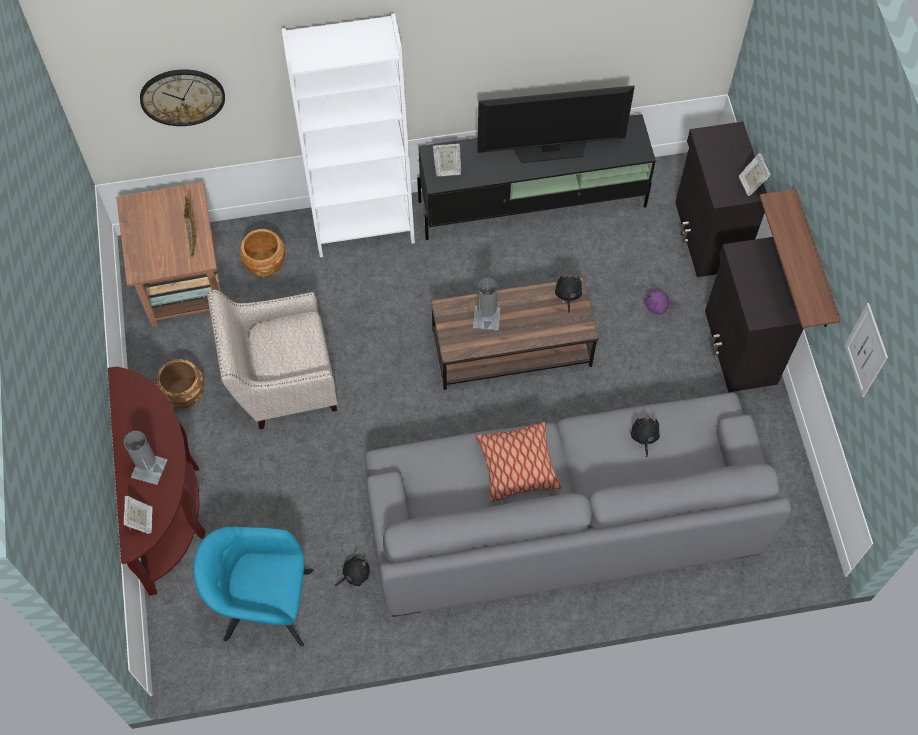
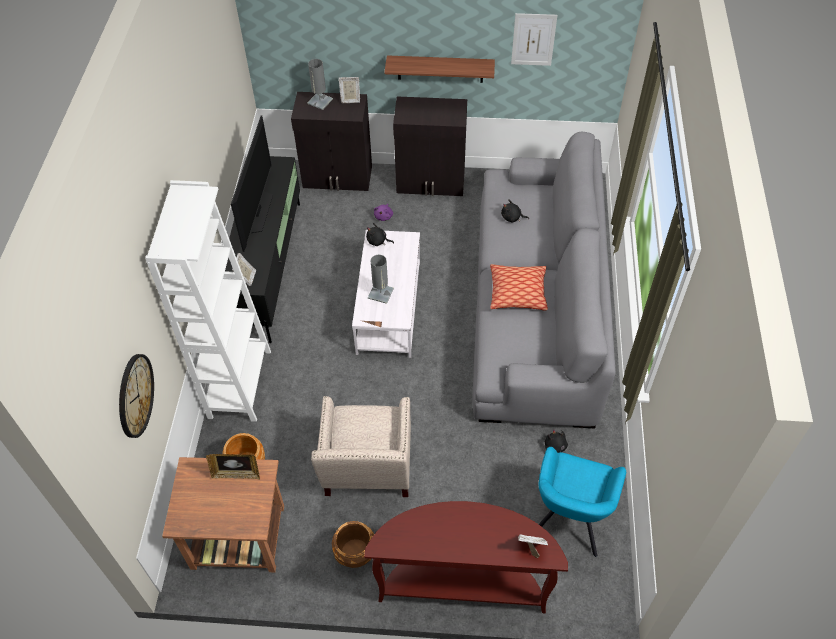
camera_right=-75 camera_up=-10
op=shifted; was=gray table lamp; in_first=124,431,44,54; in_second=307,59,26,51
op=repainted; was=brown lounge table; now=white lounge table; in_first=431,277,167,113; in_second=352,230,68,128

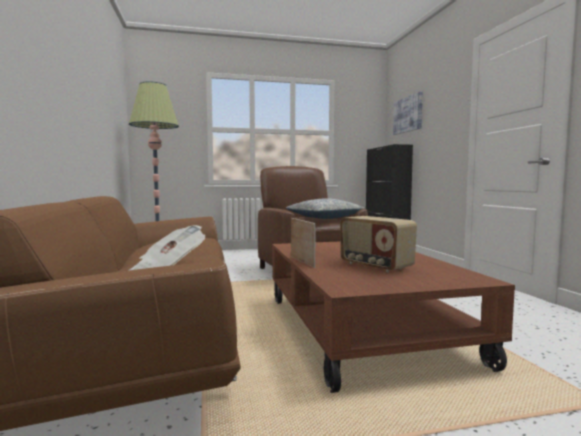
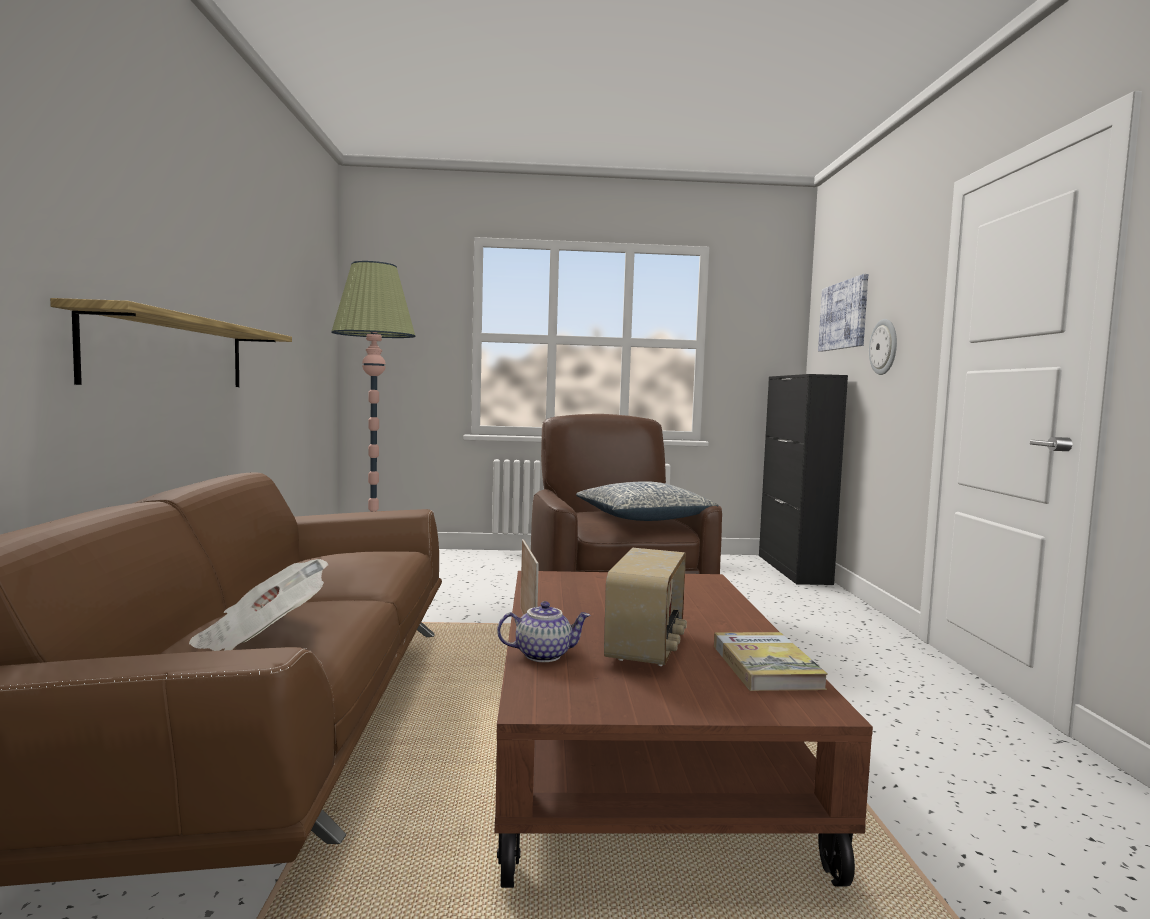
camera_right=10 camera_up=0
op=new; now=wall shelf; in_second=50,298,242,89
op=new; now=pot for tea; in_second=497,601,94,61
op=rotated; was=radio set; in_first=340,216,77,57; in_second=604,548,83,118; clockwise=-135
op=new; now=volume; in_second=714,632,114,59
op=new; now=wall clock; in_second=869,319,28,56

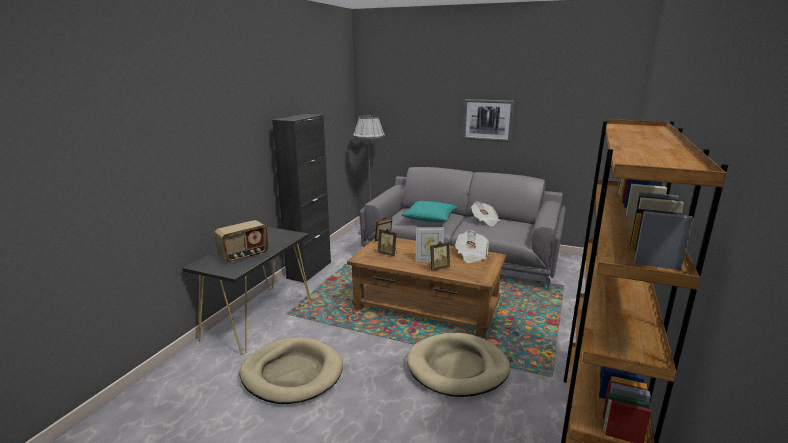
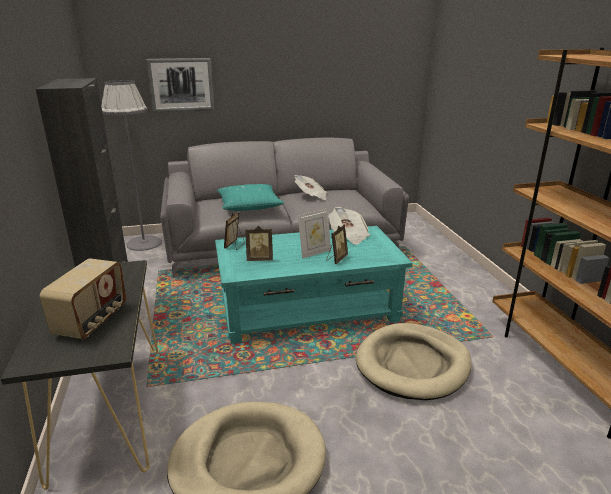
camera_right=-35 camera_up=5
op=shifted; was=wall art; in_first=463,99,51,43; in_second=146,58,68,54
op=repainted; was=brown lounge table; now=turquoise-coloured lounge table; in_first=347,238,159,99; in_second=215,226,198,118

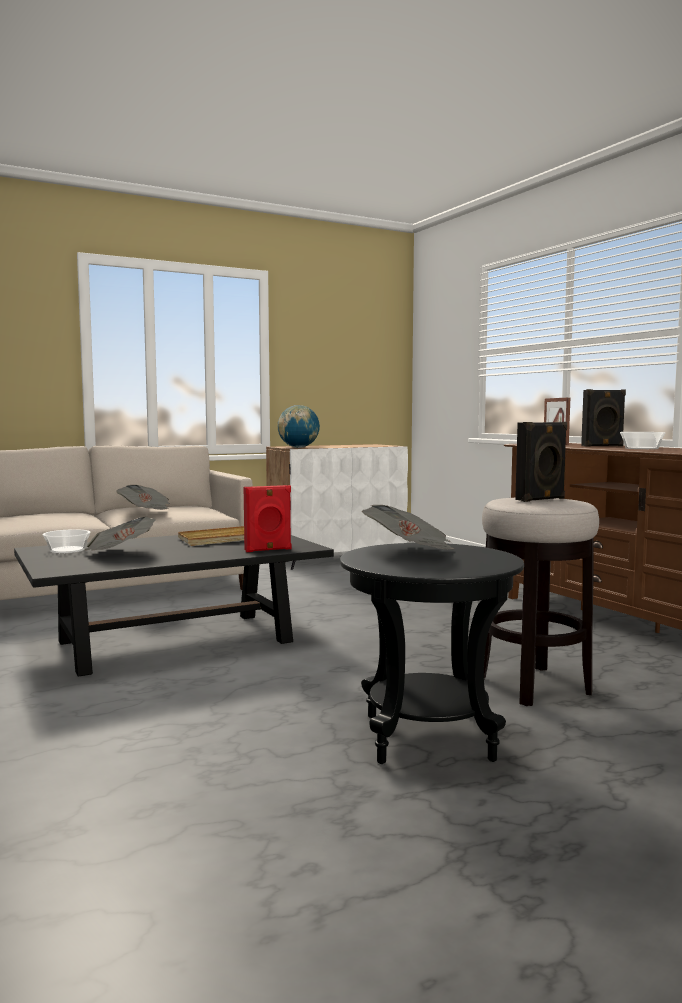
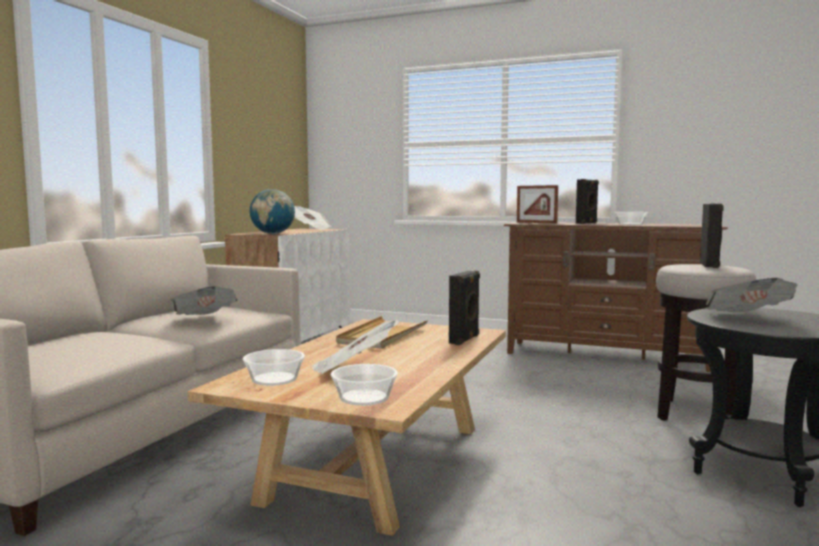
camera_right=-40 camera_up=0
op=repainted; was=black lounge table; now=beige-coloured lounge table; in_first=14,535,320,142; in_second=187,319,319,217
op=new; now=daily paper; in_second=294,206,38,24
op=new; now=deep dish; in_second=331,364,67,42
op=repainted; was=reddish speaker; now=black speaker; in_first=244,485,48,67; in_second=449,271,31,74

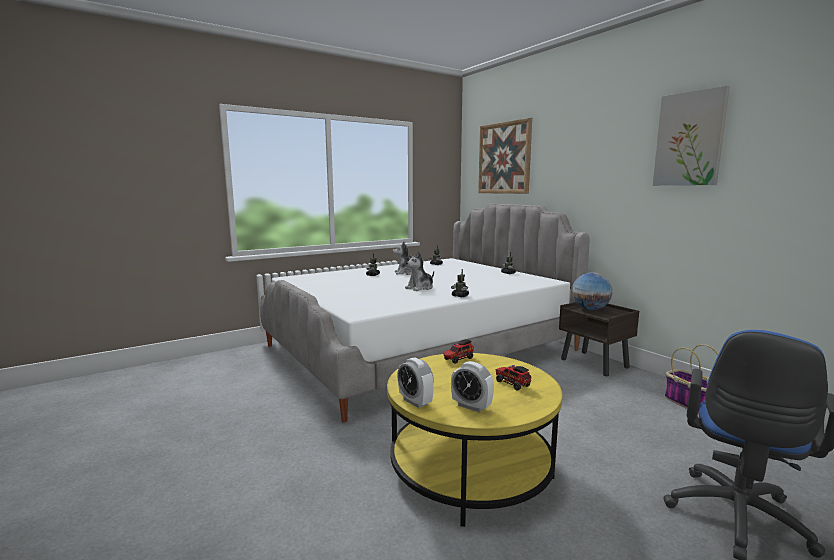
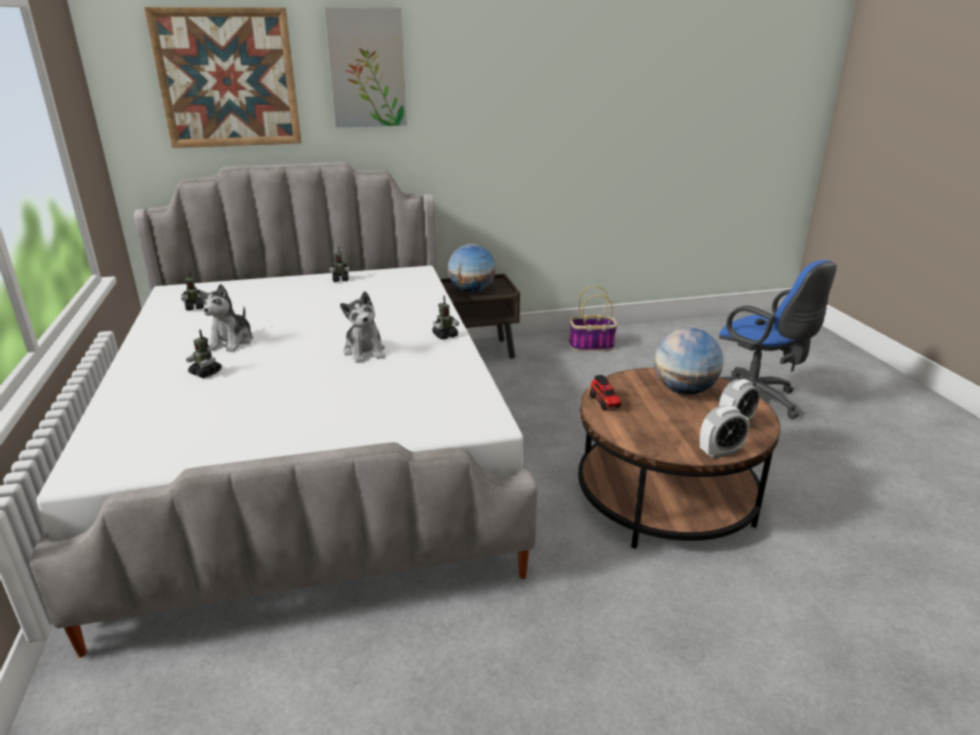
camera_right=-70 camera_up=15
op=shifted; was=wall art; in_first=653,86,77,100; in_second=324,7,83,121
op=repainted; was=yellow-coloured lounge table; now=brown lounge table; in_first=387,353,176,174; in_second=578,368,202,181
op=swapped; was=model truck; now=globe; in_first=496,365,35,26; in_second=654,328,69,67

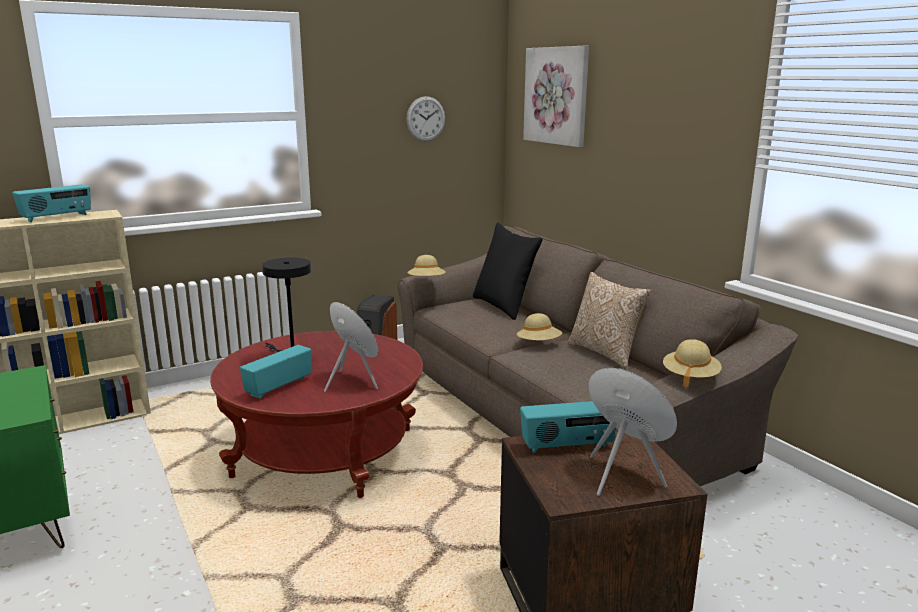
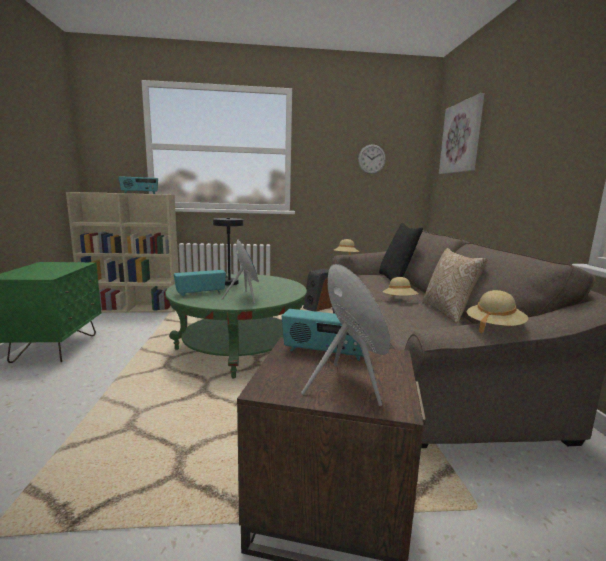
camera_right=25 camera_up=-5
op=repainted; was=reddish lounge table; now=greenish lounge table; in_first=210,331,213,167; in_second=165,274,142,104

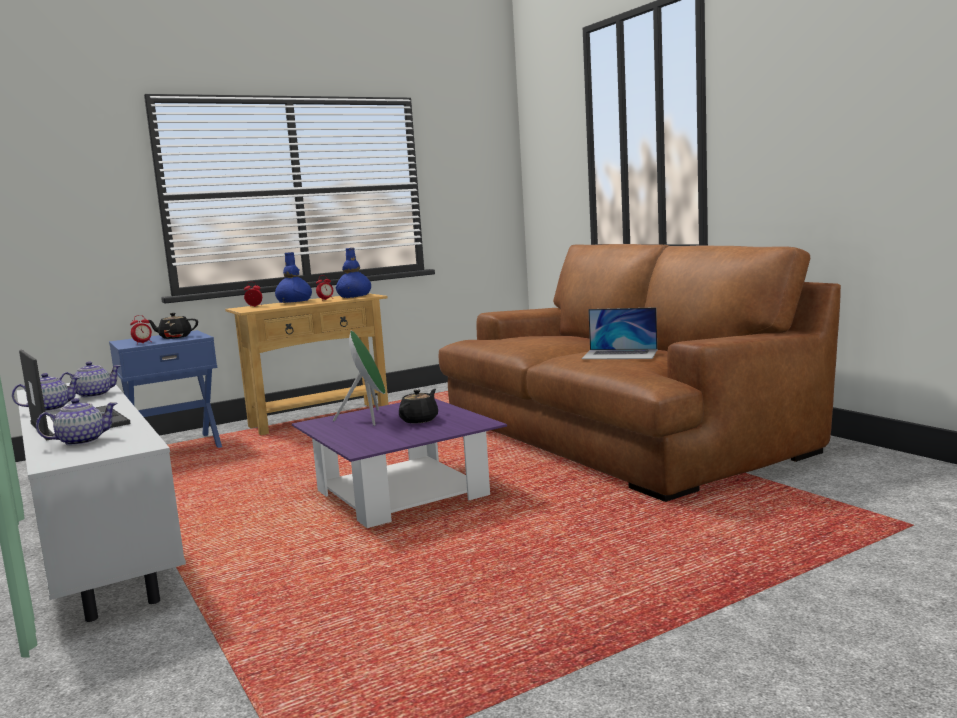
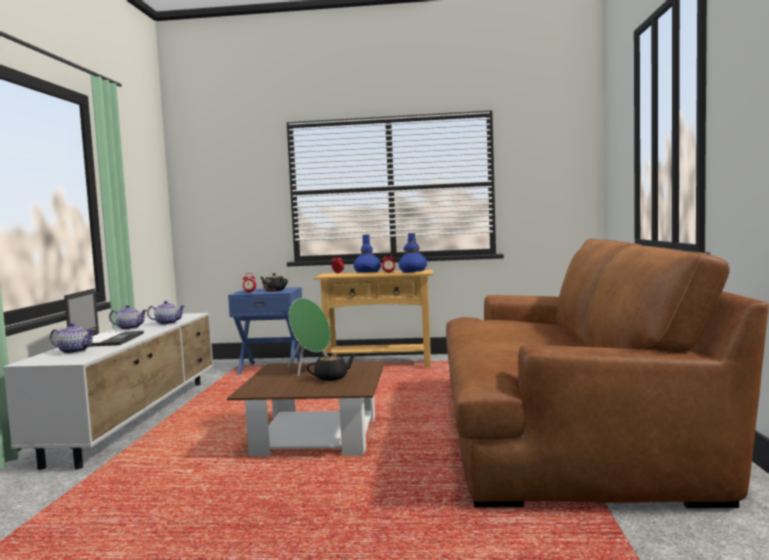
camera_right=35 camera_up=-5
op=repainted; was=purple-coloured lounge table; now=brown lounge table; in_first=292,398,215,130; in_second=227,361,158,95
op=gone; was=laptop; in_first=582,307,75,52

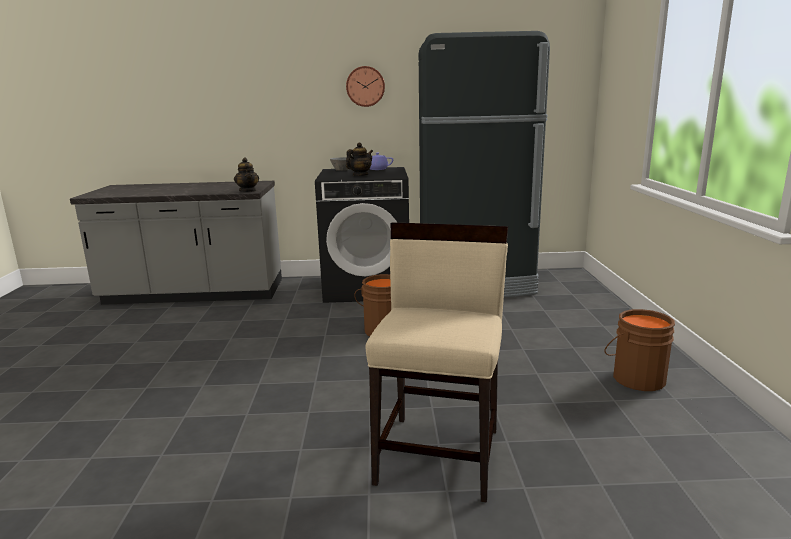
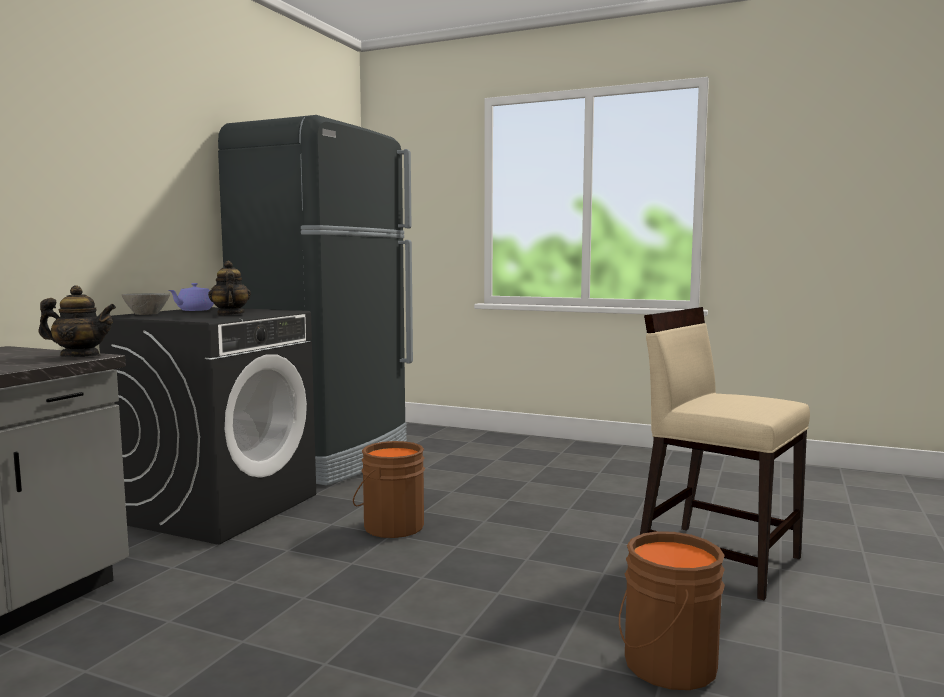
camera_right=-65 camera_up=-10
op=shifted; was=brown pail; in_first=604,309,71,82; in_second=619,531,106,159
op=gone; was=wall clock; in_first=346,66,39,41

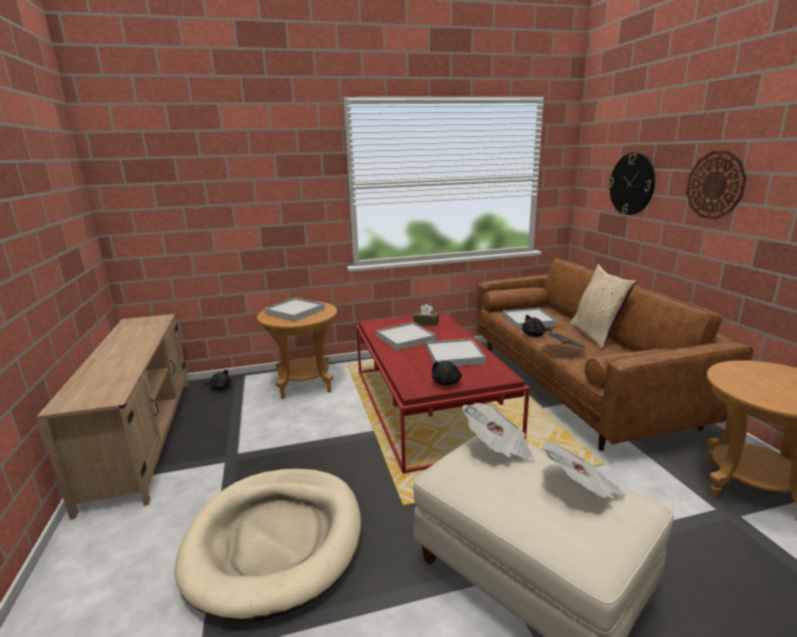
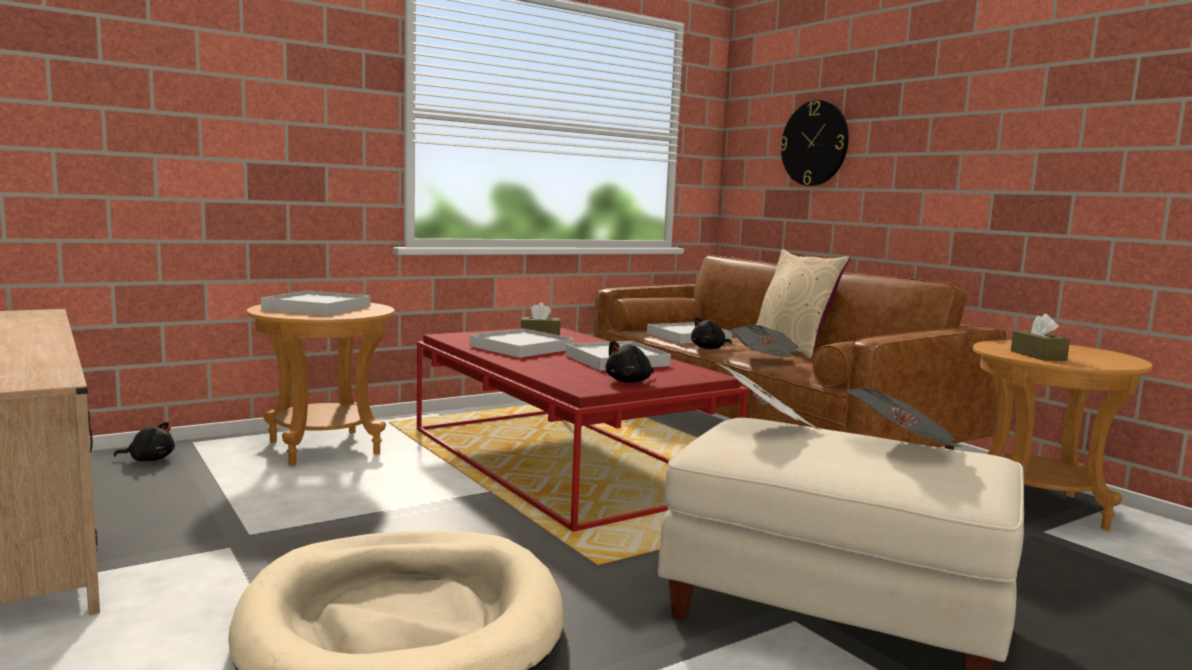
camera_right=-20 camera_up=-10
op=rotated; was=black soft toy; in_first=432,361,30,24; in_second=605,340,49,43; clockwise=45
op=new; now=brown tissue box; in_second=1011,314,59,47
op=gone; was=wall clock; in_first=686,151,61,68

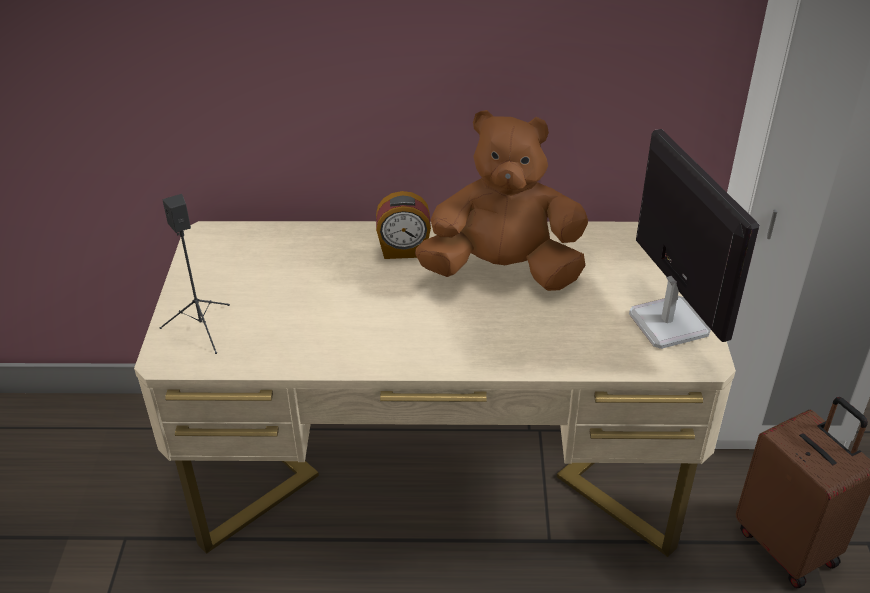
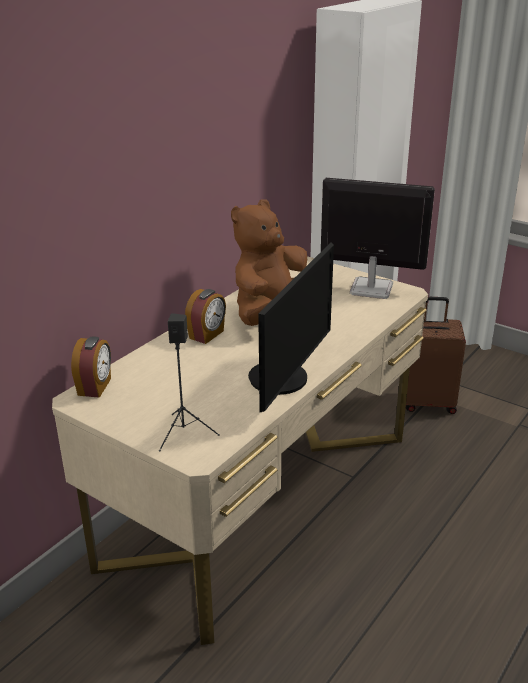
camera_right=-55 camera_up=-10
op=new; now=table clock; in_second=71,336,40,62
op=new; now=monitor; in_second=248,242,86,170

